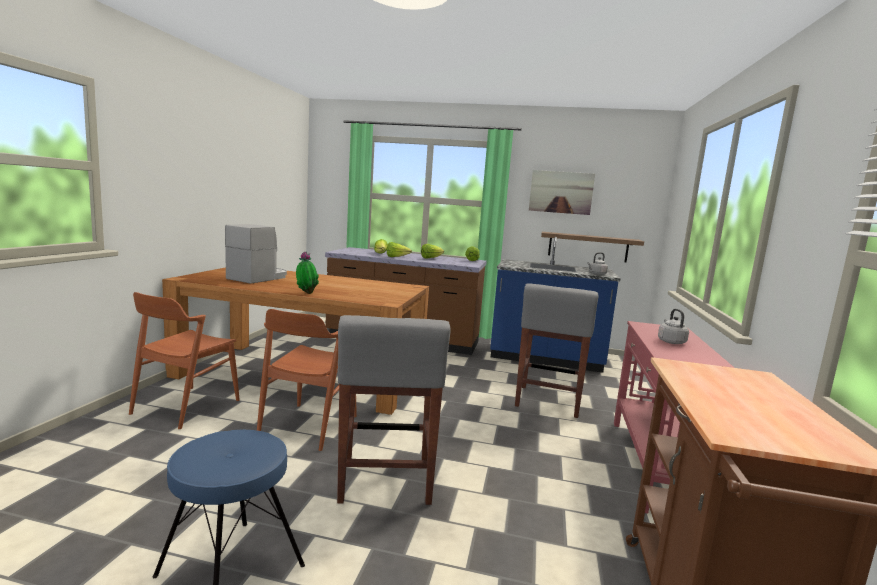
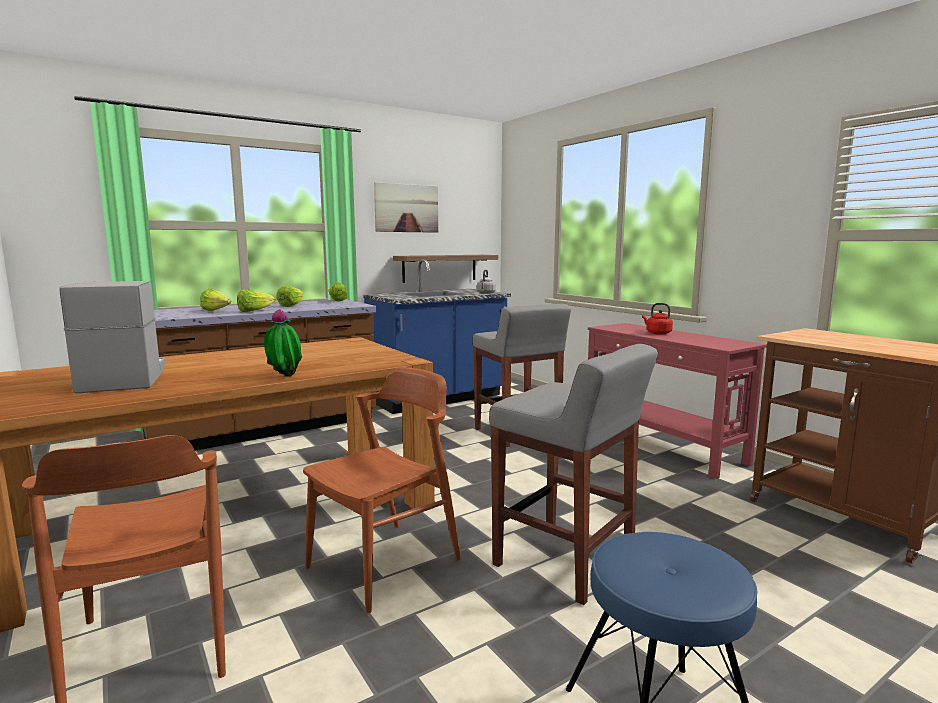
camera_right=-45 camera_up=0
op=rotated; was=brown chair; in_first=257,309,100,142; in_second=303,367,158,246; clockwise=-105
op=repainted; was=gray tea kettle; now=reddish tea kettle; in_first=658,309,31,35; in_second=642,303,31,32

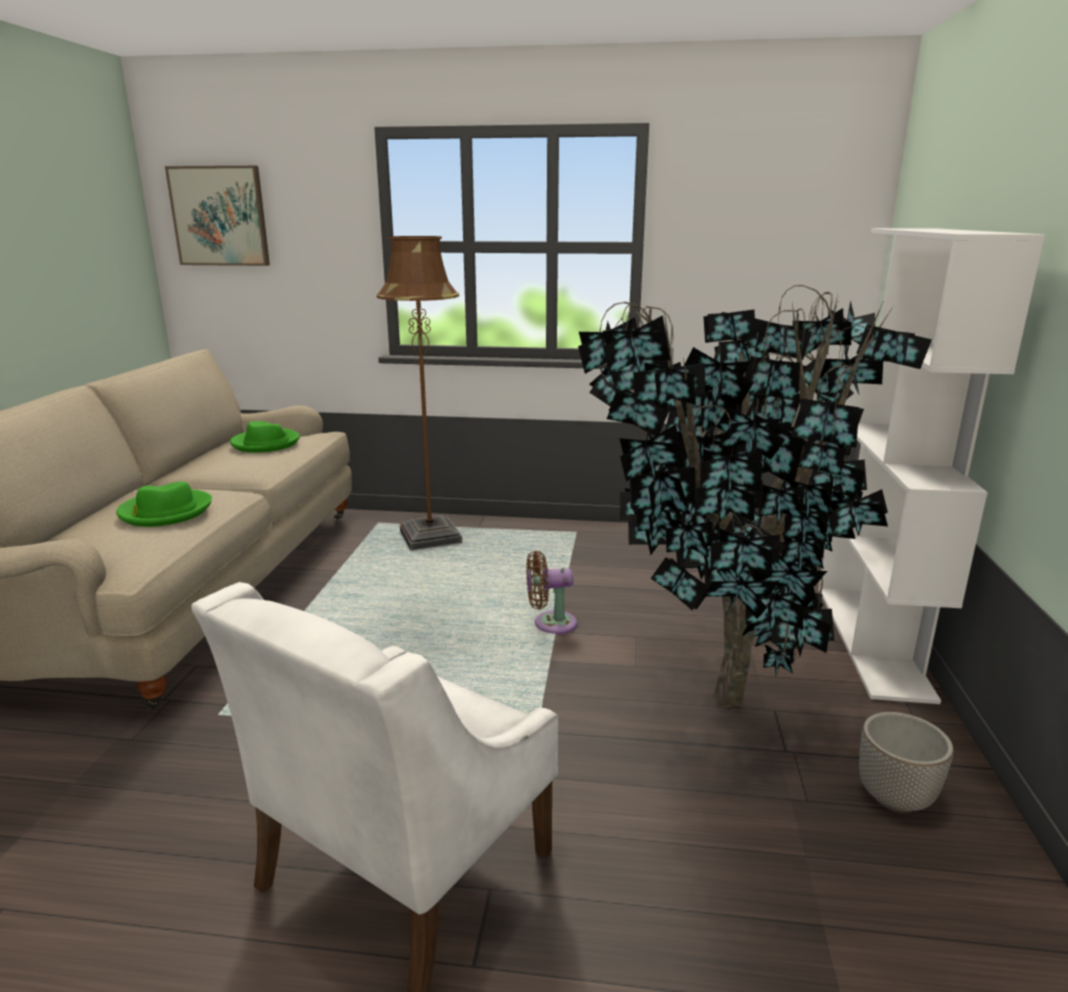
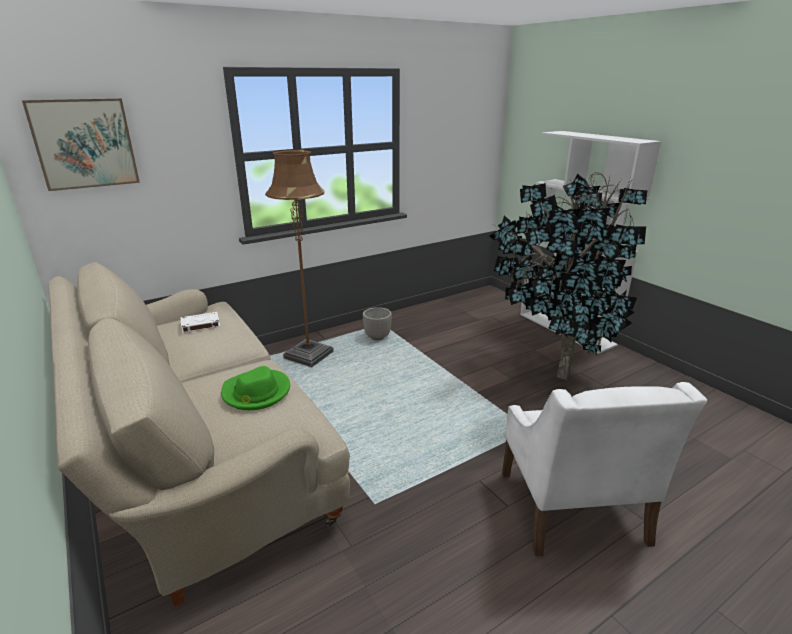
camera_right=-40 camera_up=5
op=swapped; was=greenish clothing hat; now=white volume; in_first=230,421,70,32; in_second=181,312,39,21
op=shifted; was=flower pot; in_first=859,712,94,101; in_second=363,307,29,33
op=gone; was=brown fan; in_first=526,551,51,84

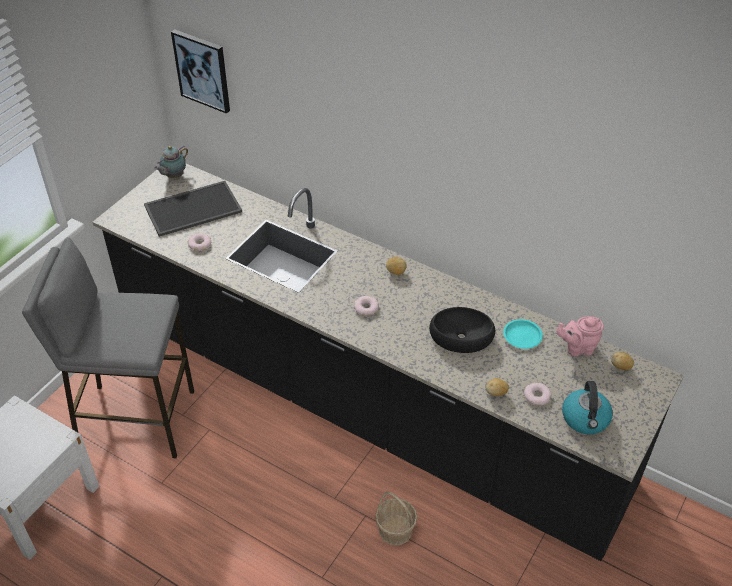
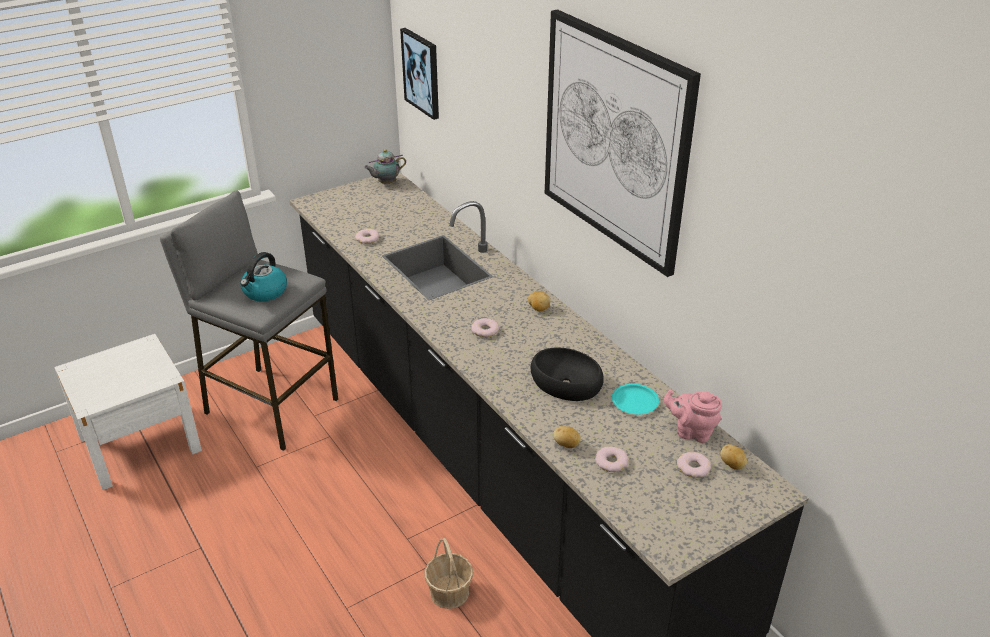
camera_right=25 camera_up=-10
op=shifted; was=tea kettle; in_first=562,381,51,53; in_second=240,252,47,50
op=new; now=wall art; in_second=545,9,156,268
op=new; now=doughnut; in_second=677,452,34,26
op=gone; was=tray; in_first=144,181,98,56

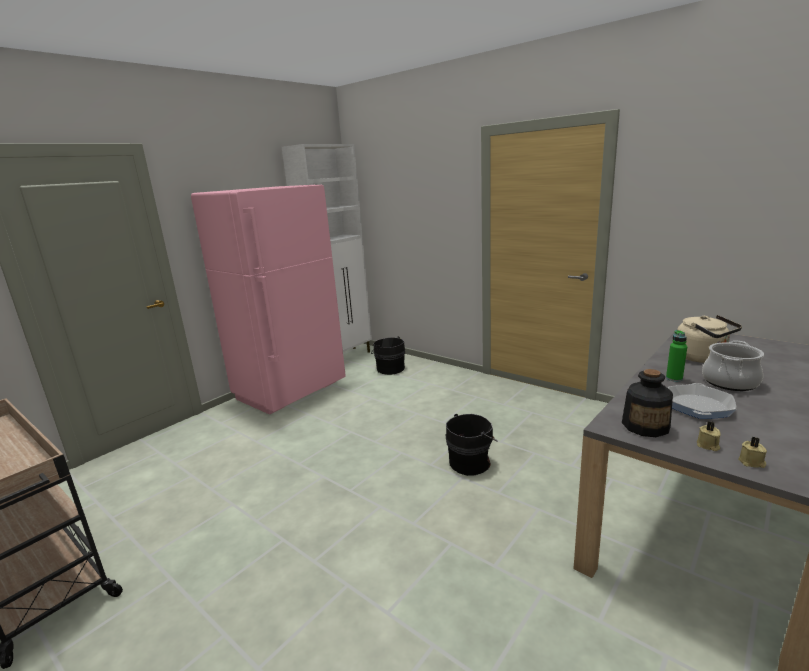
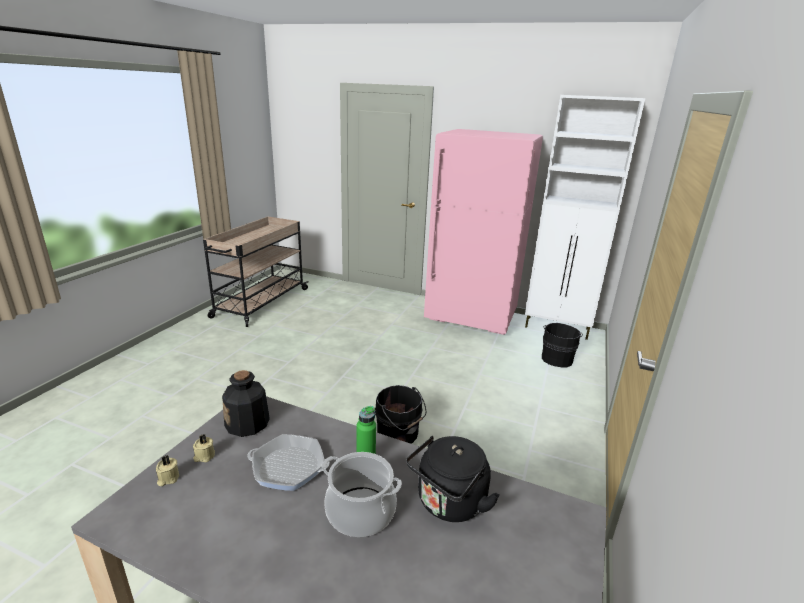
camera_right=70 camera_up=5
op=repainted; was=beige-coloured tea kettle; now=black tea kettle; in_first=677,315,65,48; in_second=406,436,94,86

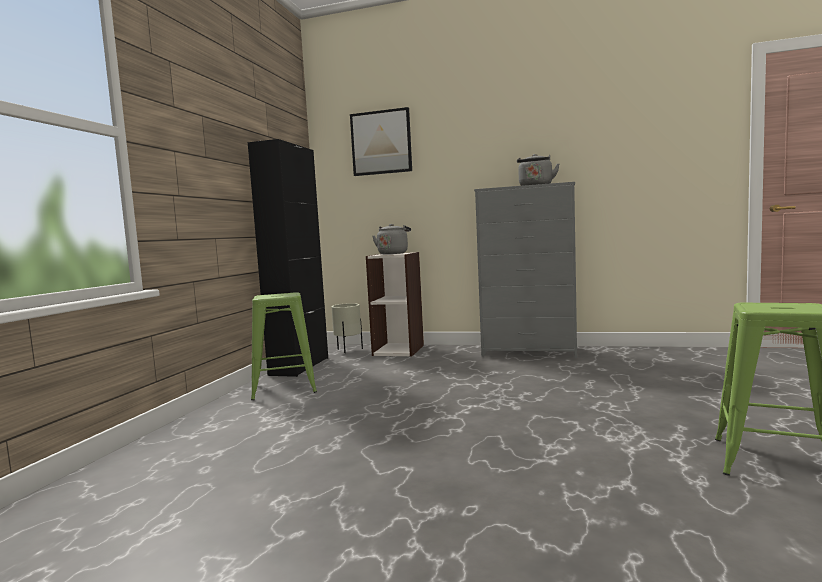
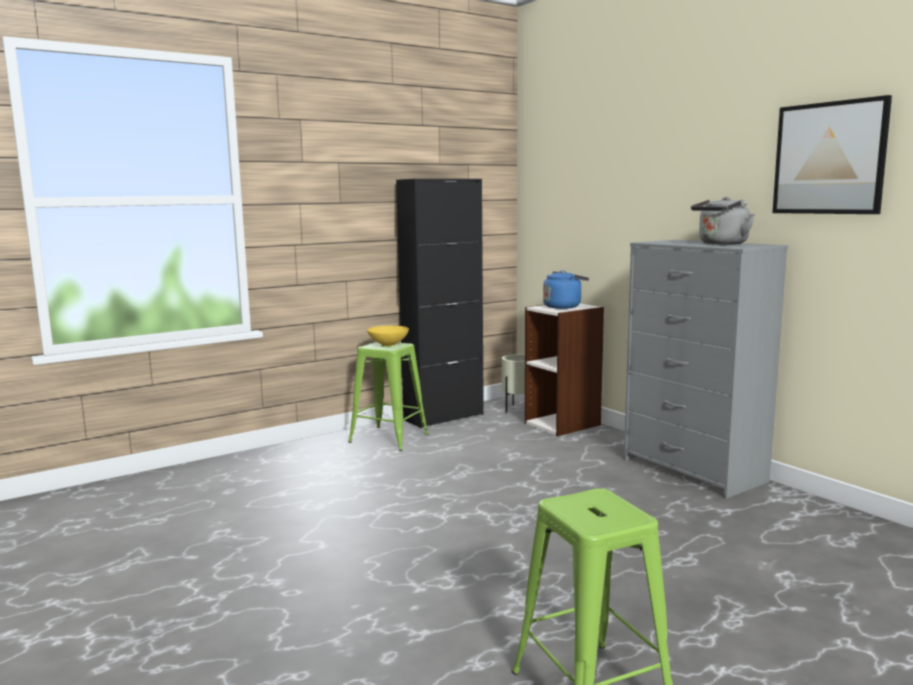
camera_right=40 camera_up=5
op=new; now=yellow-coloured deep dish; in_second=367,326,42,20
op=repainted; was=gray tea kettle; now=blue-coloured tea kettle; in_first=372,224,39,30; in_second=543,270,46,39
op=shifted; was=wall art; in_first=350,107,62,69; in_second=772,95,120,119

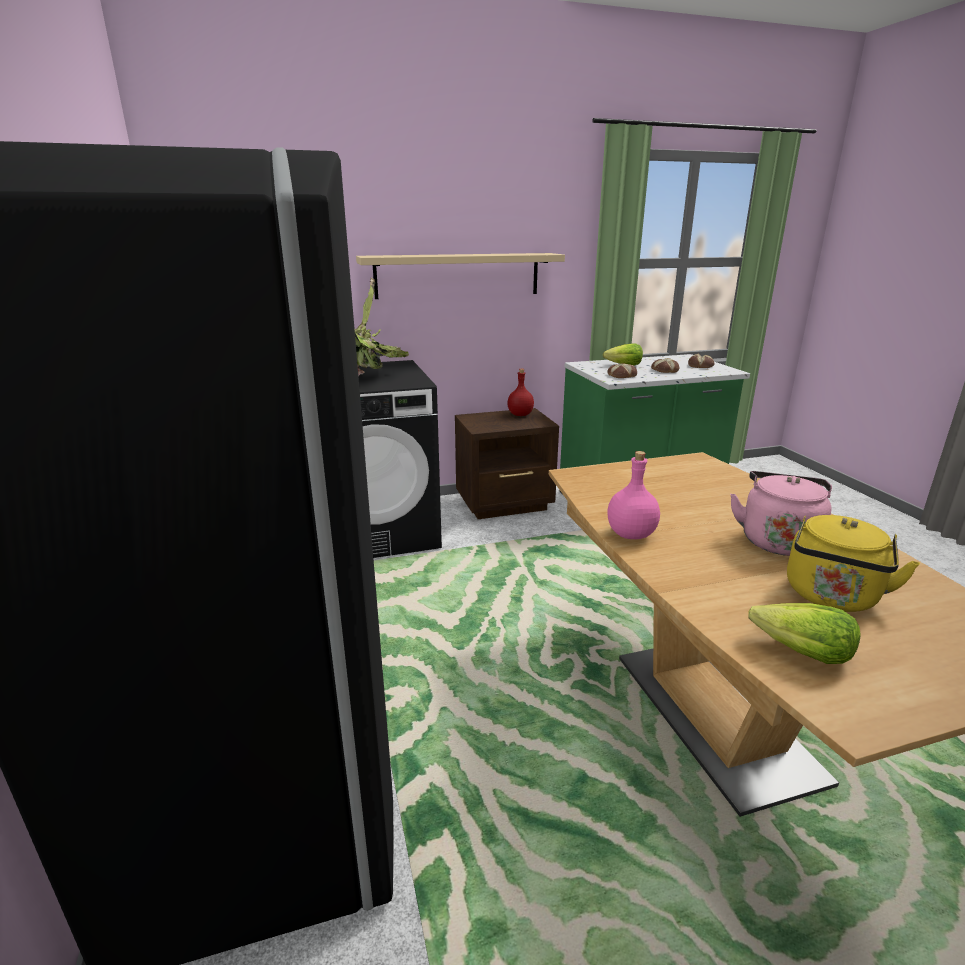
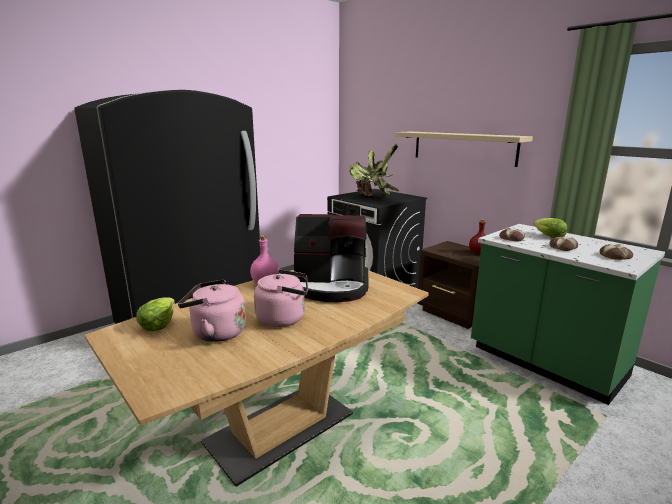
camera_right=65 camera_up=-5
op=repainted; was=yellow-coloured tea kettle; now=pink tea kettle; in_first=787,515,133,97; in_second=178,279,68,63
op=new; now=coffee machine; in_second=294,214,75,88

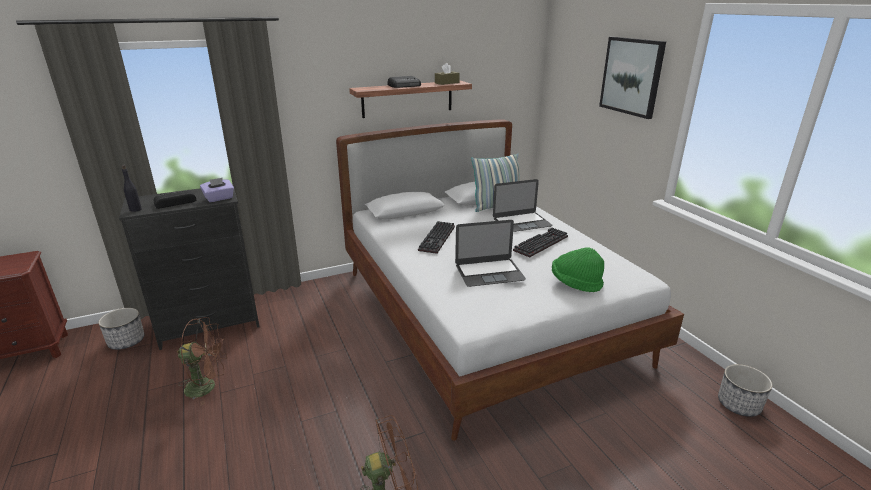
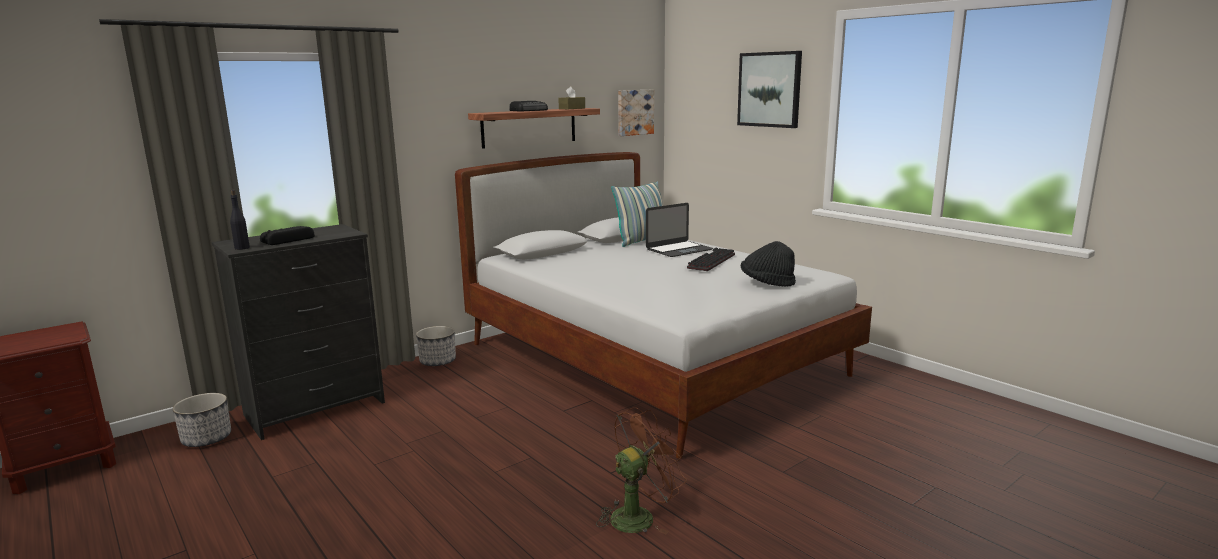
camera_right=-15 camera_up=-10
op=shifted; was=flower pot; in_first=718,364,55,53; in_second=416,326,40,40
op=new; now=wall art; in_second=618,90,36,46
op=repainted; was=greenish clothing hat; now=black clothing hat; in_first=552,247,52,45; in_second=741,241,55,45
op=gone; was=brown fan; in_first=177,317,50,89
op=gone; was=purple-coloured tissue box; in_first=200,178,34,24
op=gone; was=PC keyboard; in_first=418,221,37,33
op=gone; was=laptop; in_first=455,220,71,67

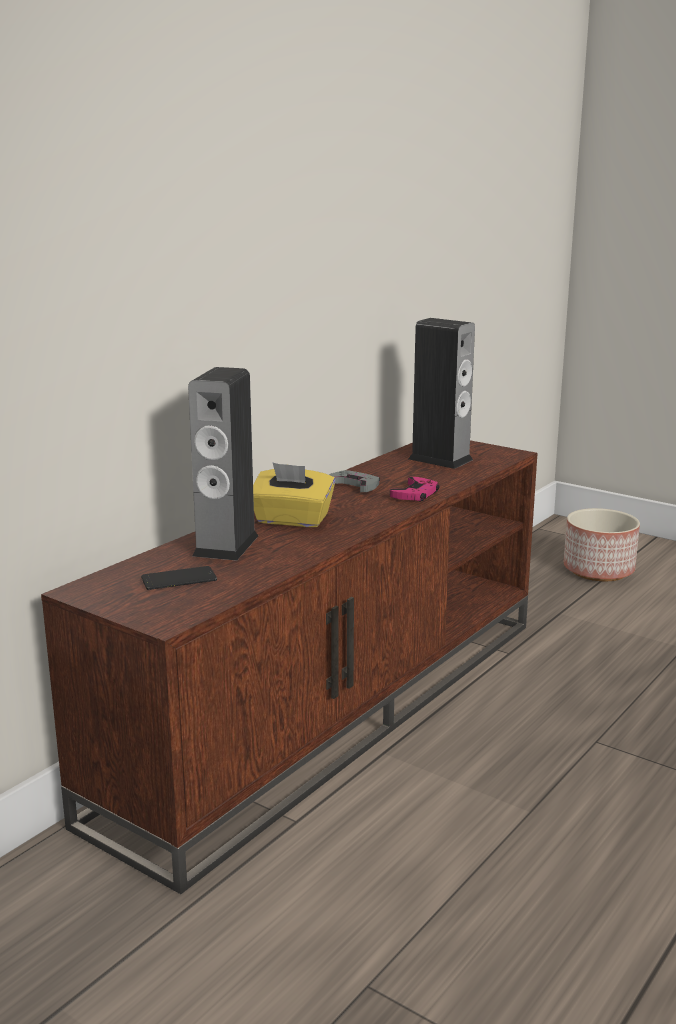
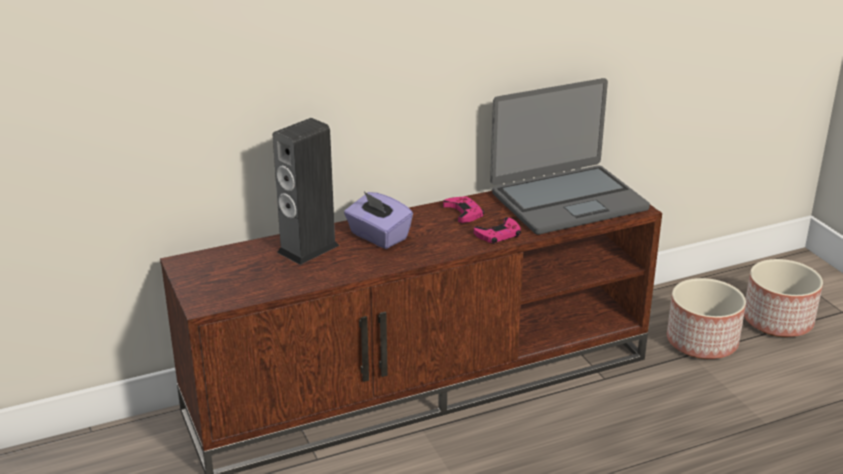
camera_right=30 camera_up=10
op=repainted; was=yellow-coloured tissue box; now=purple-coloured tissue box; in_first=253,462,82,65; in_second=344,192,69,57
op=repainted; was=gray gamepad; now=pink gamepad; in_first=329,470,51,22; in_second=443,197,41,26
op=swapped; was=speaker; now=laptop; in_first=408,318,67,151; in_second=490,78,160,157
op=new; now=flower pot; in_second=667,278,79,81
op=gone; was=telephone; in_first=141,566,76,24

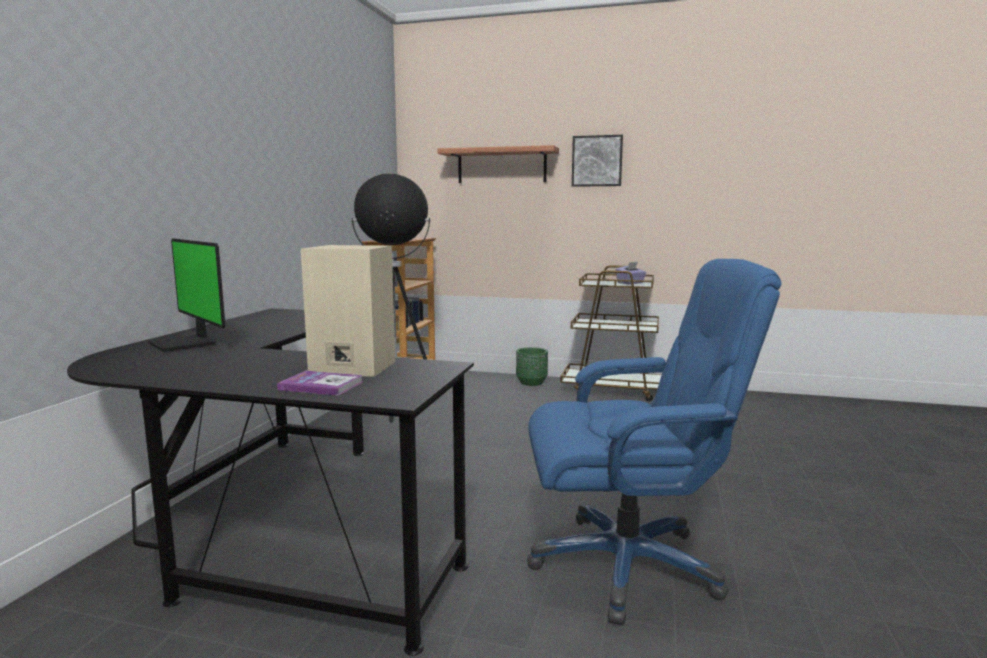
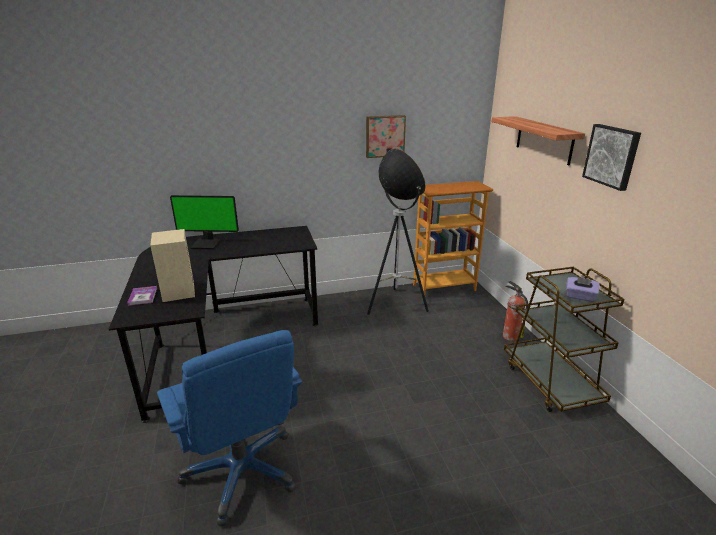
camera_right=60 camera_up=15
op=rotated; was=monitor; in_first=148,239,77,113; in_second=170,195,69,54; clockwise=-105
op=new; now=wall art; in_second=366,115,40,43
op=swapped; was=greenish flower pot; now=fire extinguisher; in_first=516,347,32,39; in_second=503,281,25,60

